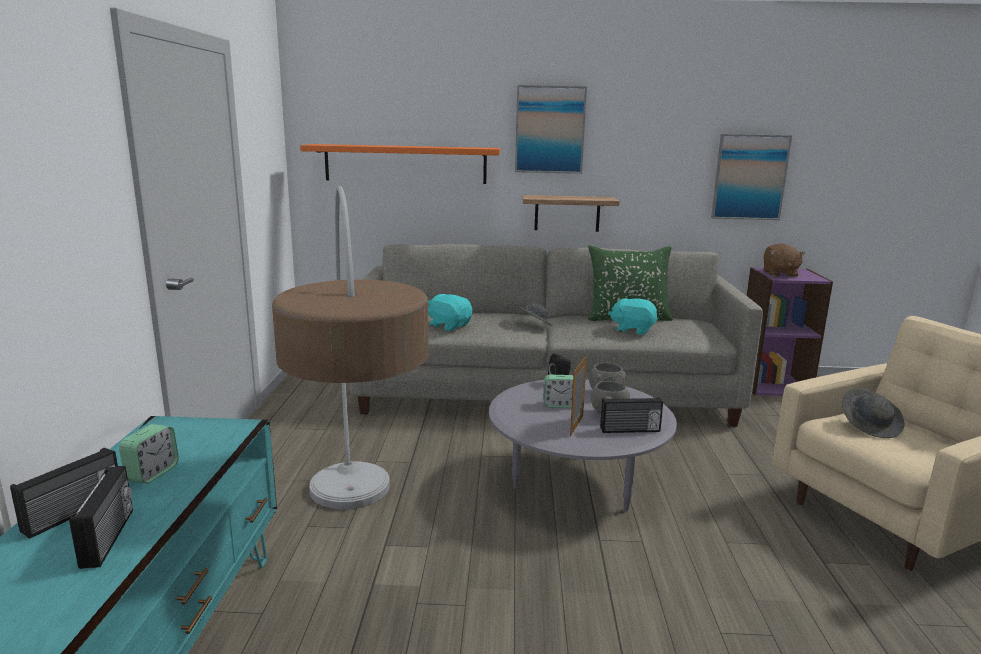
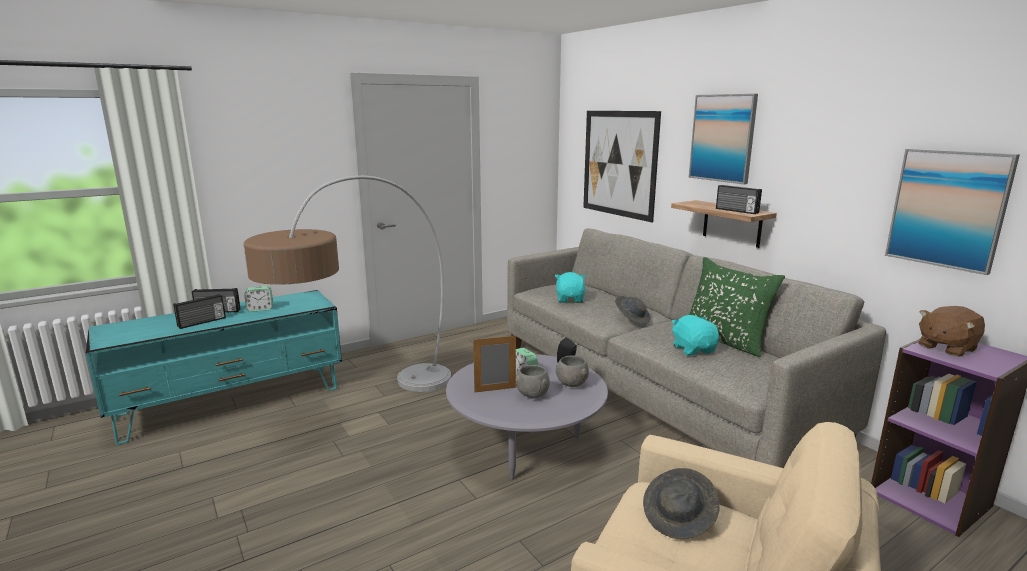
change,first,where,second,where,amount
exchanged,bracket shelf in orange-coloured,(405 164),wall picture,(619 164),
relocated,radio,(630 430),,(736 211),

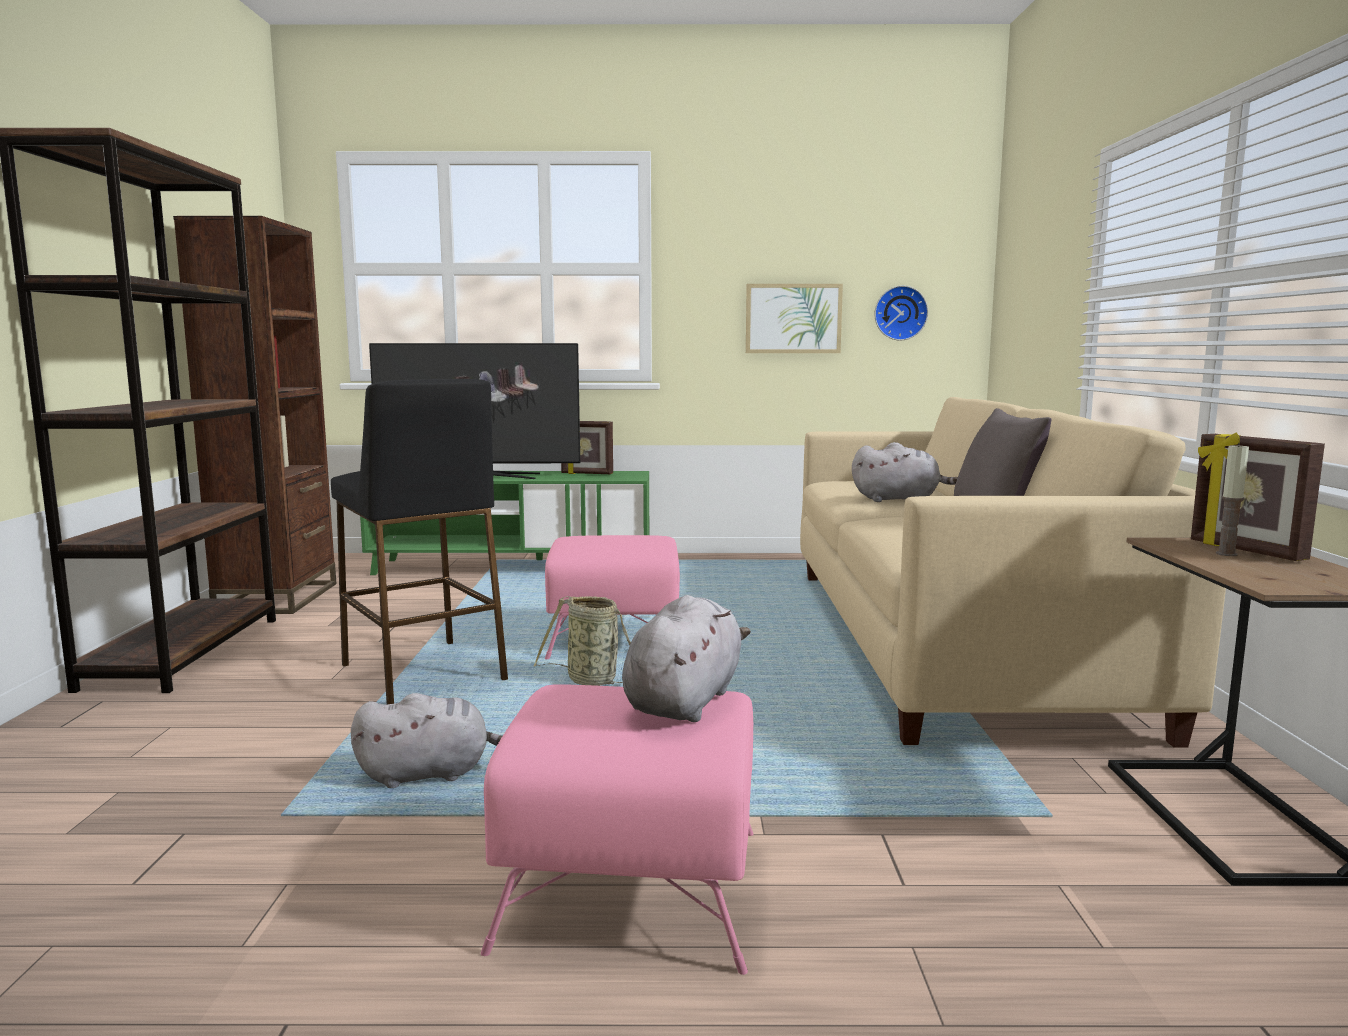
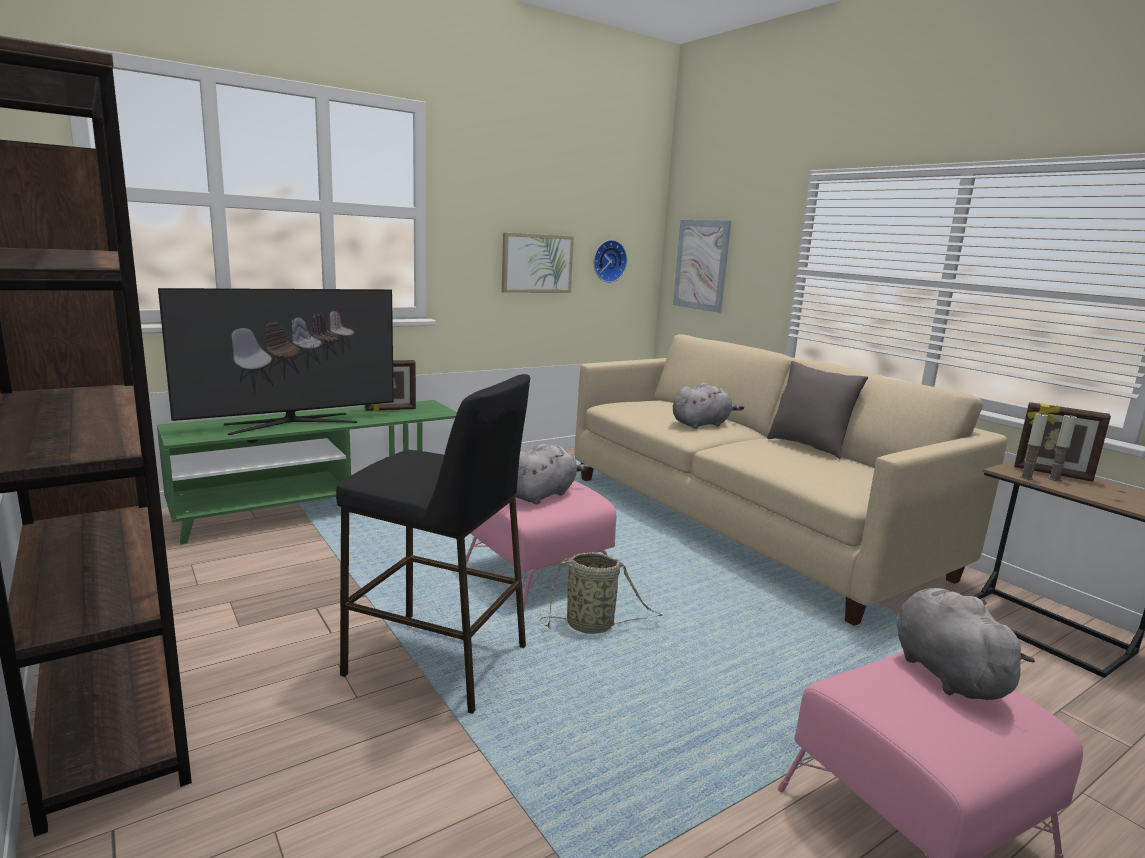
change,first,where,second,where,amount
relocated,plush toy in grey,(430 774),,(542 494),
appeared,,,wall picture,(701 265),
appeared,,,wax light,(1026 477),

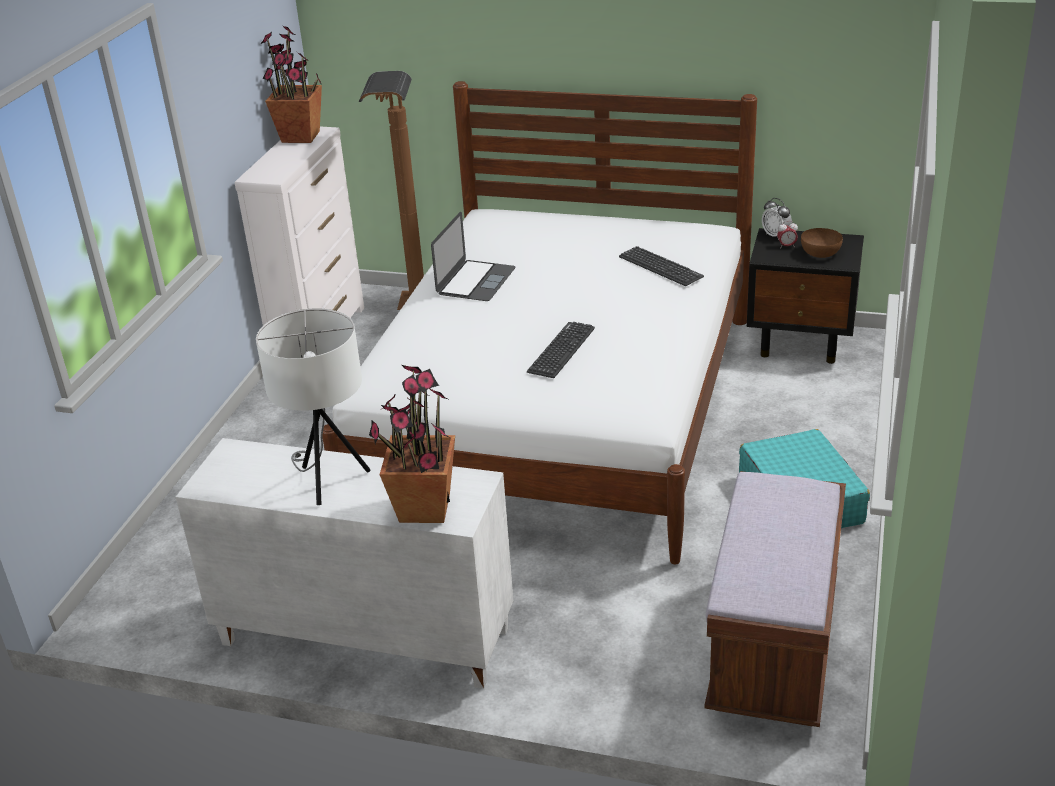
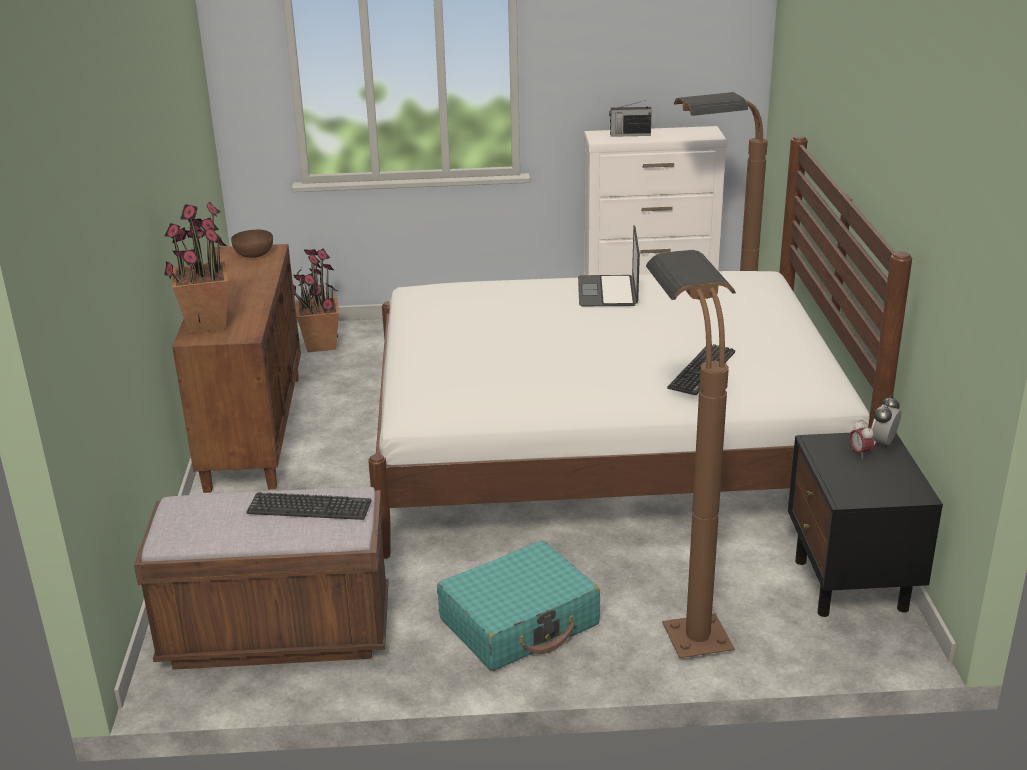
change,first,where,second,where,amount
colour,cupboard in white-coloured,(362 637),cupboard in brown,(253 430),
relocated,deep dish in brown,(820 253),,(253 254),
relocated,computer keyboard,(561 350),,(309 507),
relocated,potted plant,(300 137),,(320 345),
spun,laptop,(475 281),,(608 291),90 degrees clockwise
appeared,,,radio,(629 134),
appeared,,,floor lamp in brown,(683 615),
missing,tabletop lamp in white-coloured,(328 480),,,

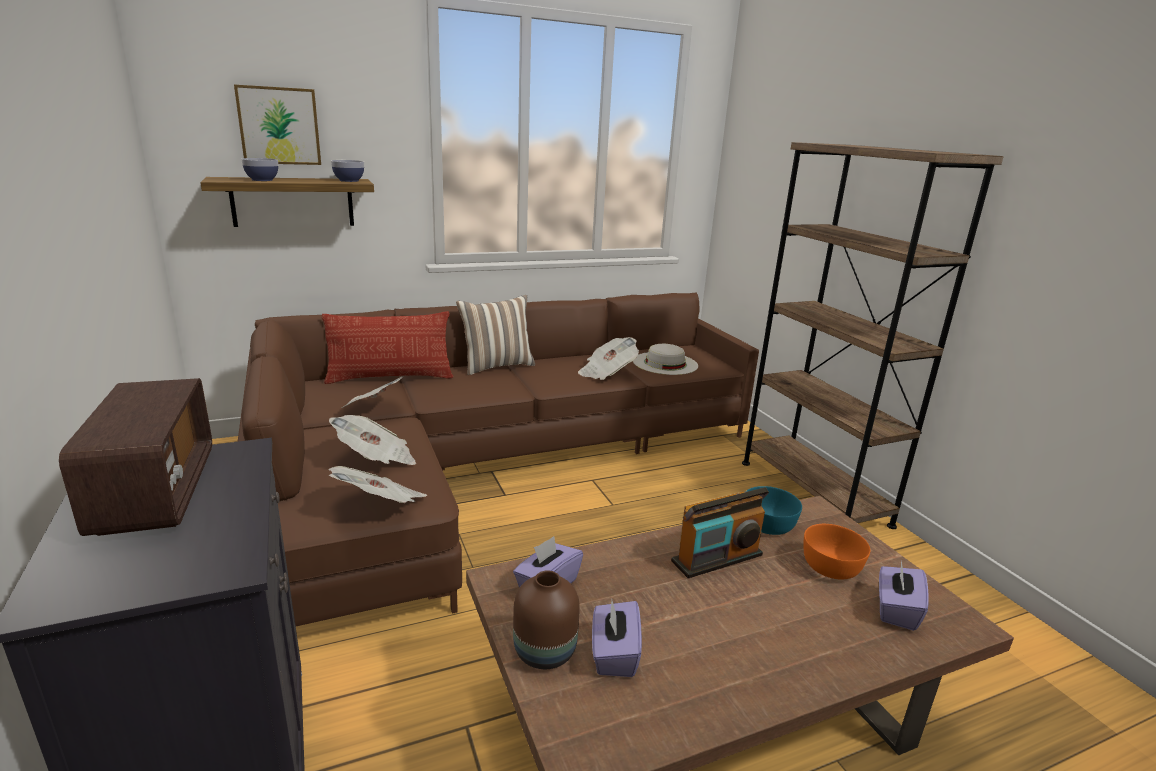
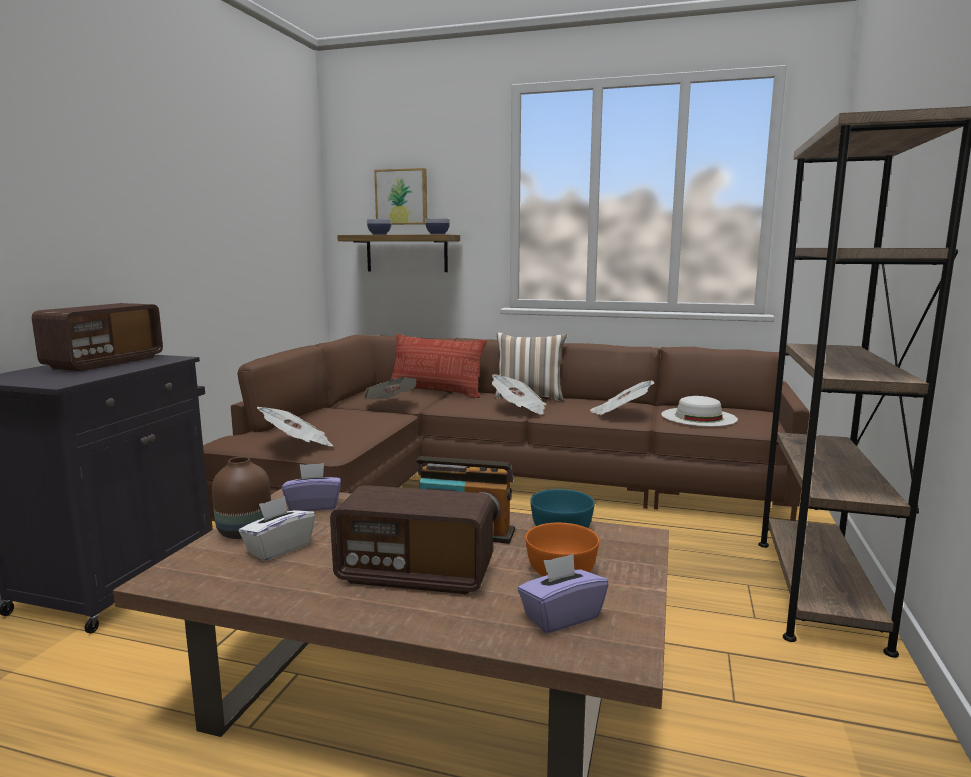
change,first,where,second,where,amount
colour,box of tissues in purple-coloured,(614 654),box of tissues in white-coloured,(278 548),
appeared,,,radio,(415 574),
relocated,newspaper,(376 459),,(519 409),

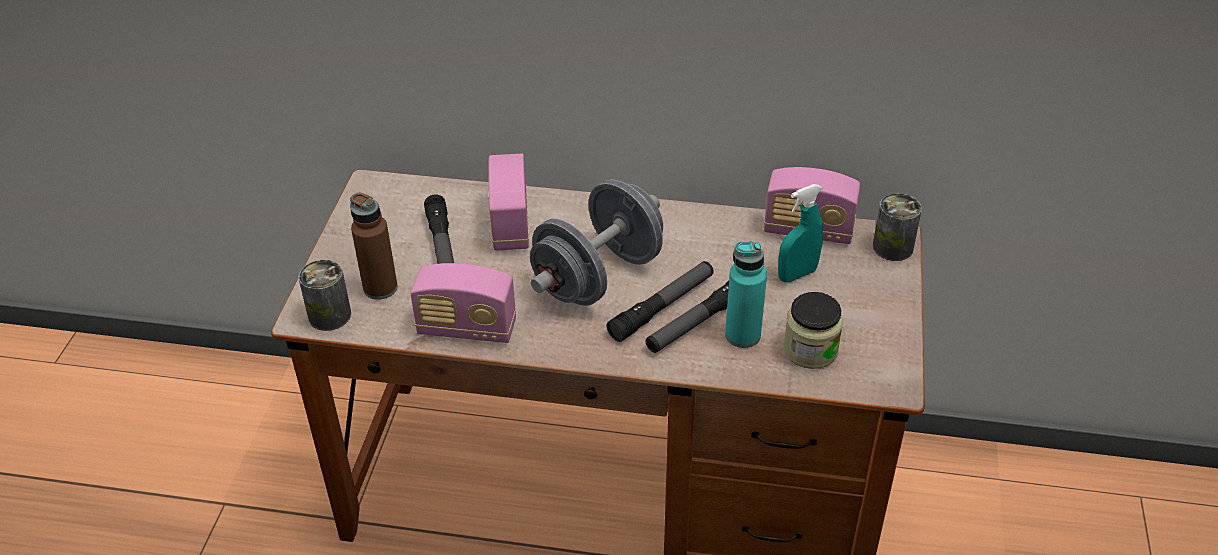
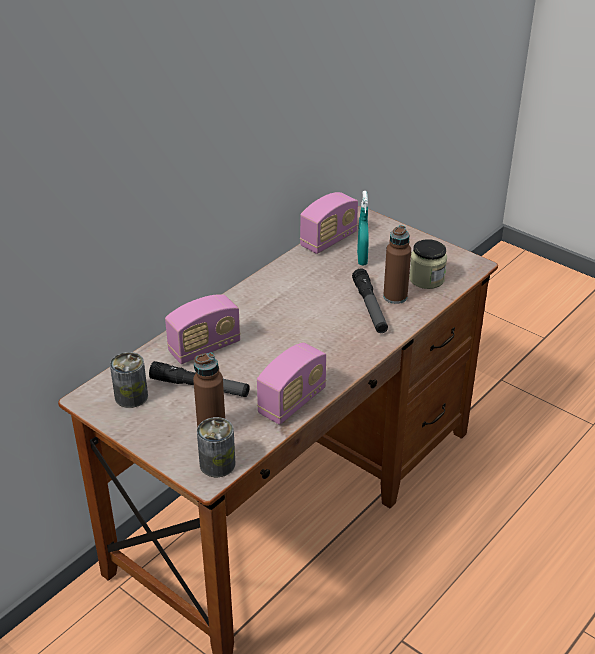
change,first,where,second,where,amount
relocated,can,(892 247),,(131 396),
spun,radio,(510 224),,(204 348),60 degrees counterclockwise
colour,beverage bottle in blue-green,(742 335),beverage bottle in brown,(395 297),
missing,hand weight in grey,(598 276),,,
missing,hand torch,(662 307),,,

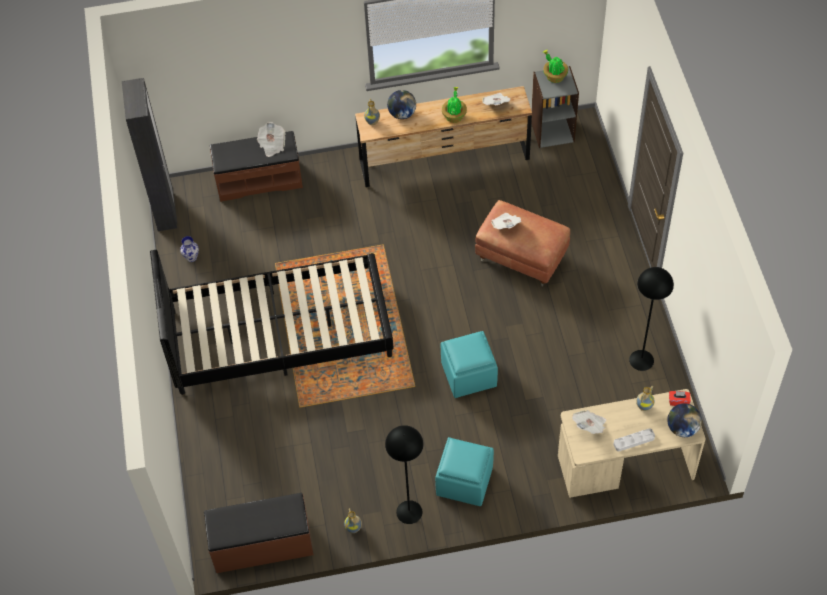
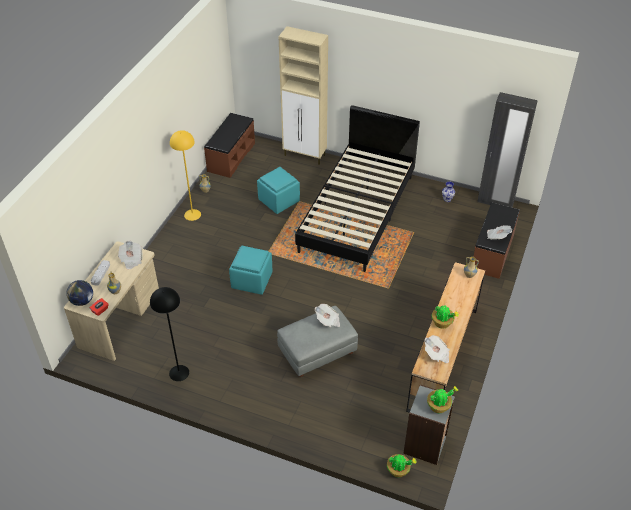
change,first,where,second,where,amount
colour,floor lamp in blackish,(409 512),floor lamp in yellow,(192 214),
relocated,footrest in blue-green,(464 482),,(279 200),
colour,footrest in brown,(522 258),footrest in grey,(317 355),
appeared,,,cupboard in beige,(305 155),
appeared,,,potted plant,(398 470),
missing,world globe,(402 114),,,

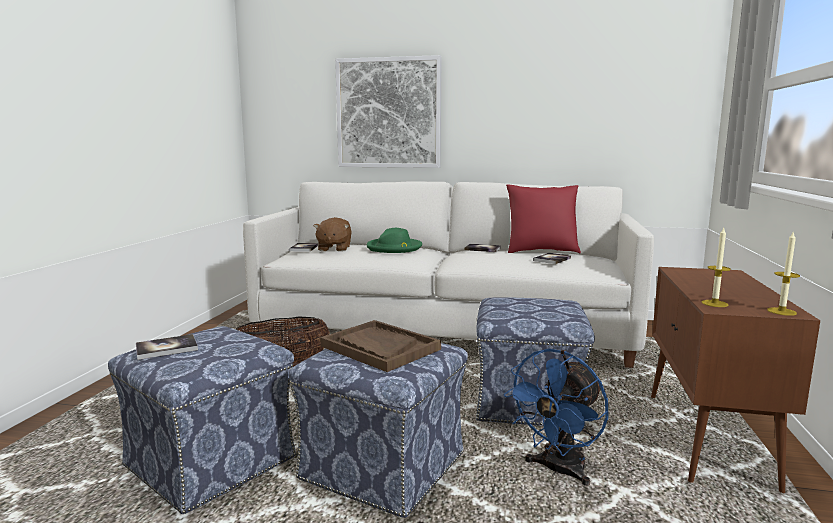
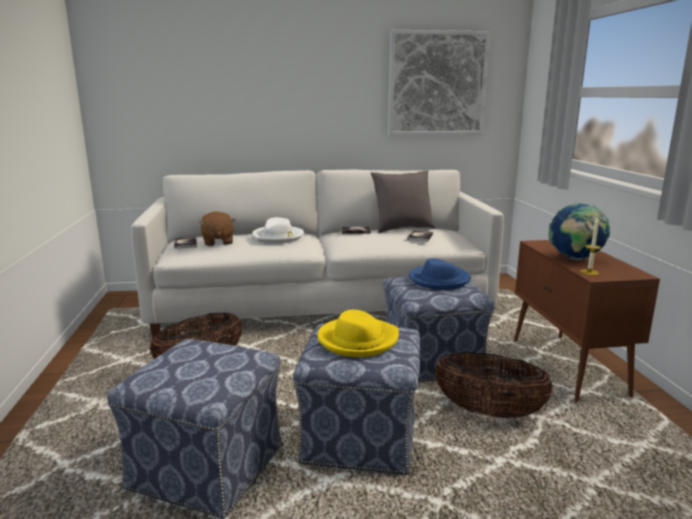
change,first,where,second,where,amount
colour,wearable hat in green,(394 248),wearable hat in white-coloured,(278 237),
exchanged,tray in brown,(379 348),wearable hat in yellow,(357 340),
colour,pillow in reddish,(541 251),pillow in grey,(402 229),
relocated,wall picture,(388 113),,(437 84),
appeared,,,wearable hat in blue,(439 280),
exchanged,fan in blue,(558 471),basket,(489 412),
appeared,,,world globe,(575 259),
missing,volume,(166 348),,,
missing,wax light,(781 311),,,

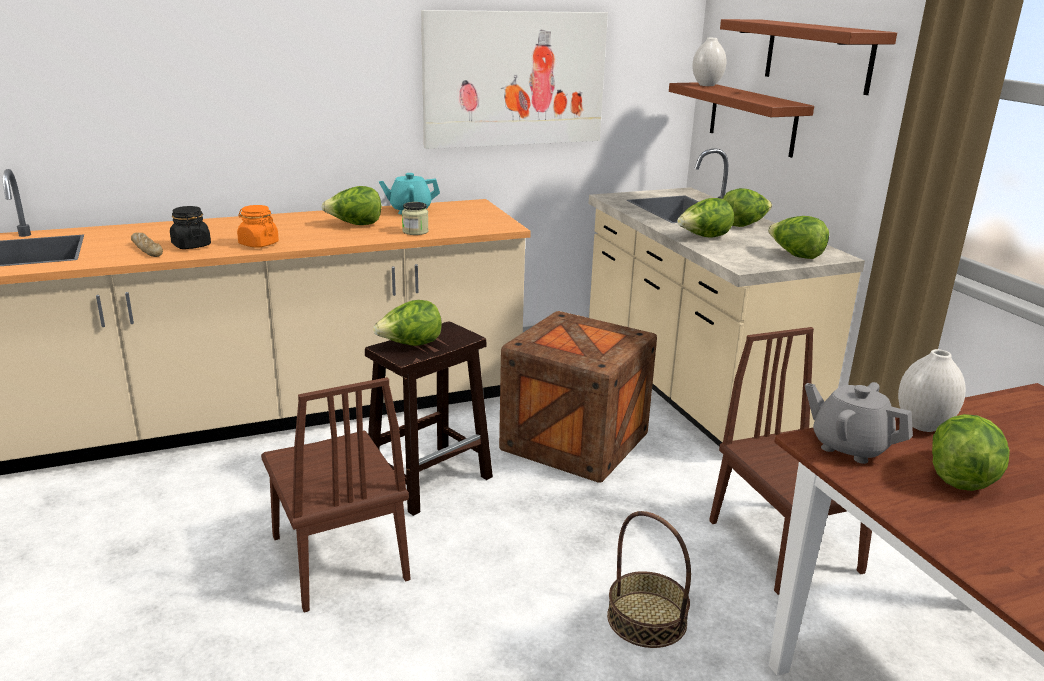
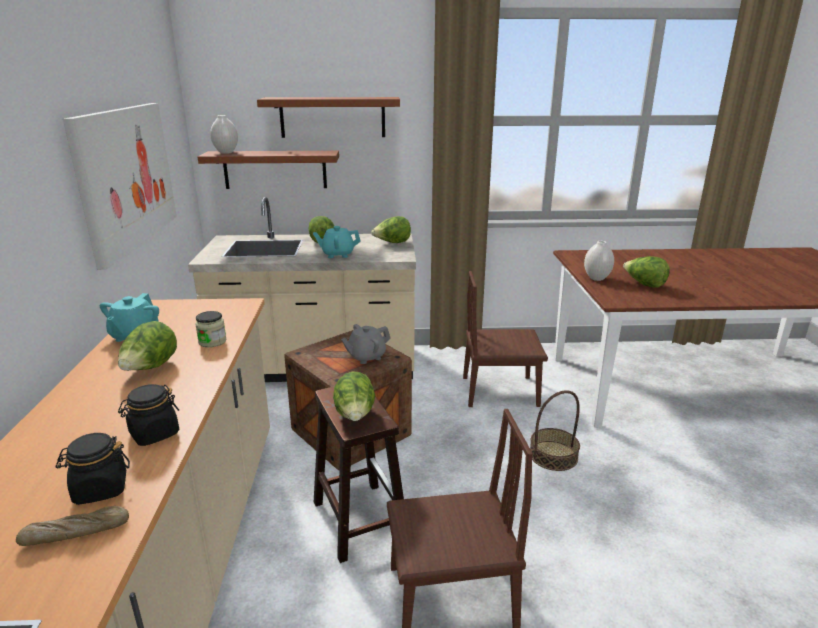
change,first,where,second,where,amount
colour,storage jar in orange-coloured,(258 244),storage jar in blackish,(154 434),
exchanged,head of lettuce,(704 237),pot for tea in blue-green,(337 254),
relocated,pot for tea in grey,(849 447),,(366 357),

